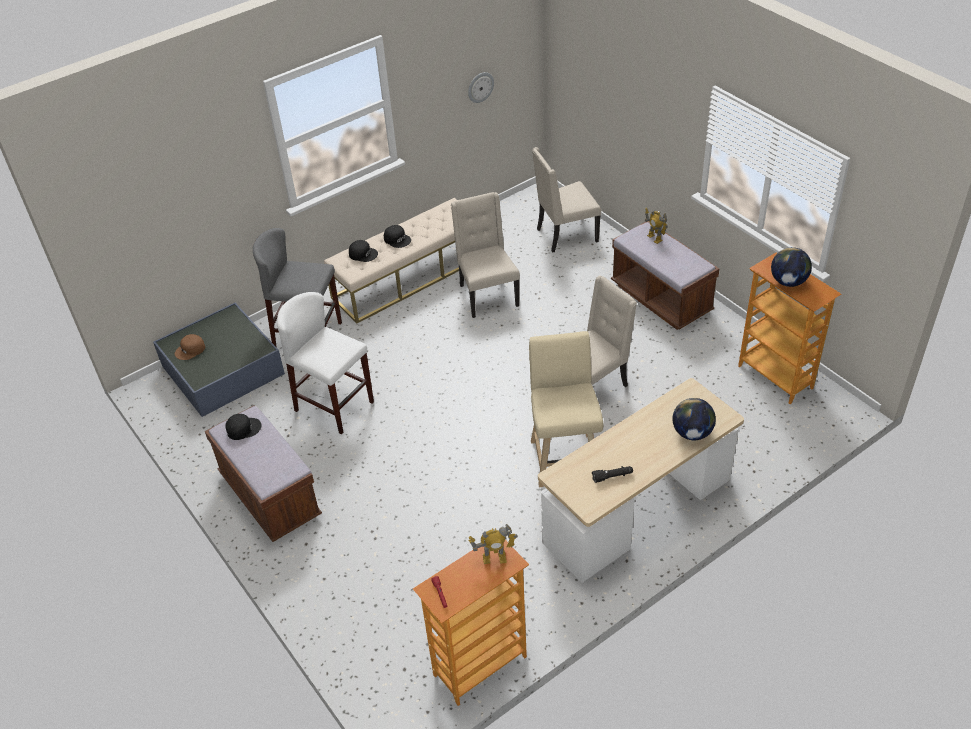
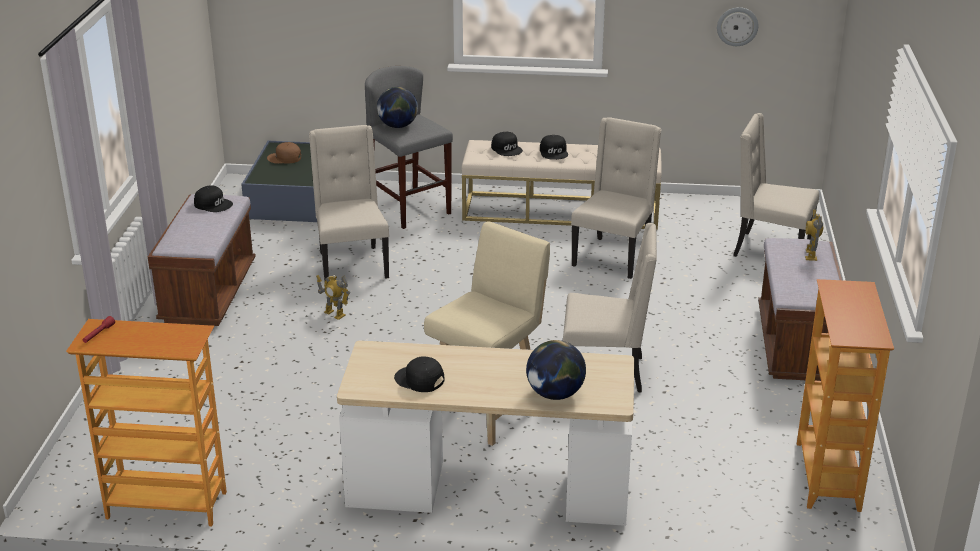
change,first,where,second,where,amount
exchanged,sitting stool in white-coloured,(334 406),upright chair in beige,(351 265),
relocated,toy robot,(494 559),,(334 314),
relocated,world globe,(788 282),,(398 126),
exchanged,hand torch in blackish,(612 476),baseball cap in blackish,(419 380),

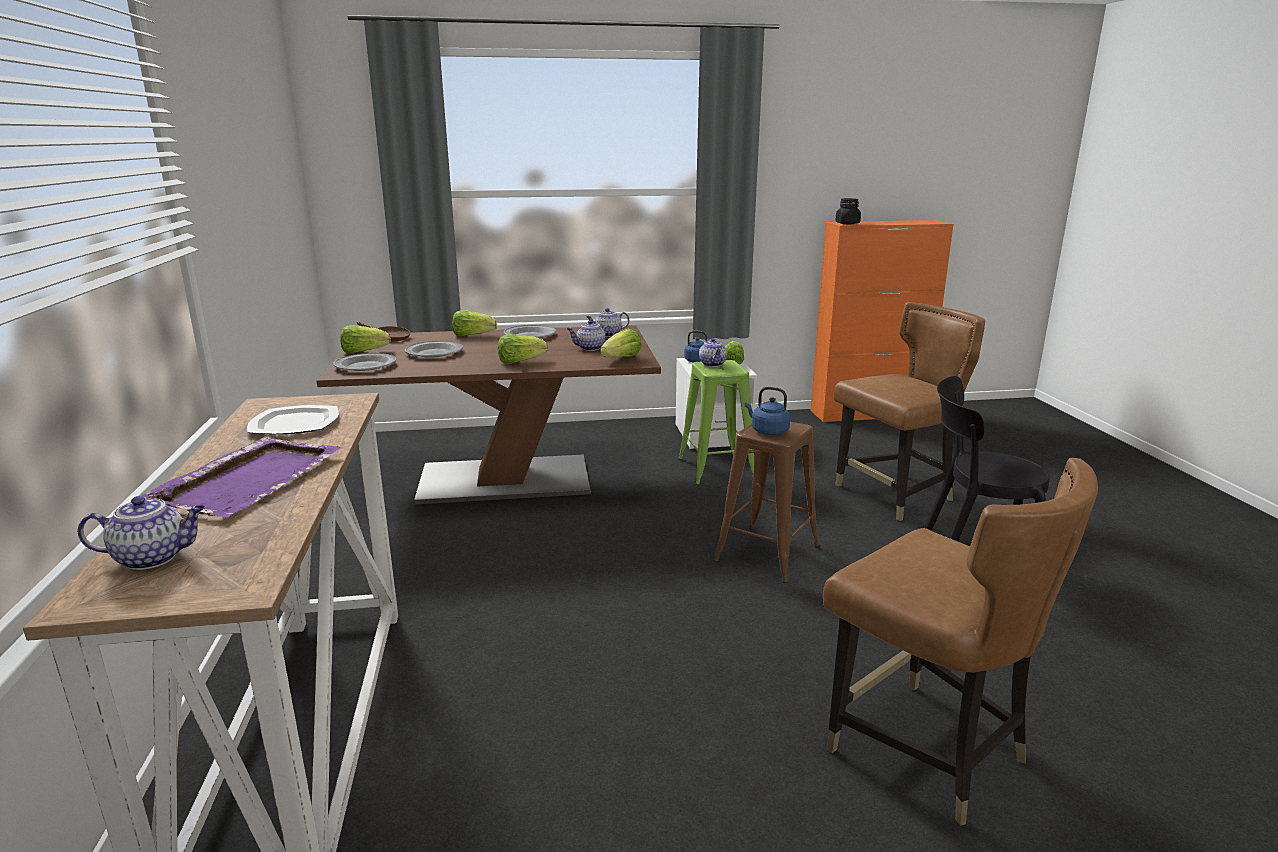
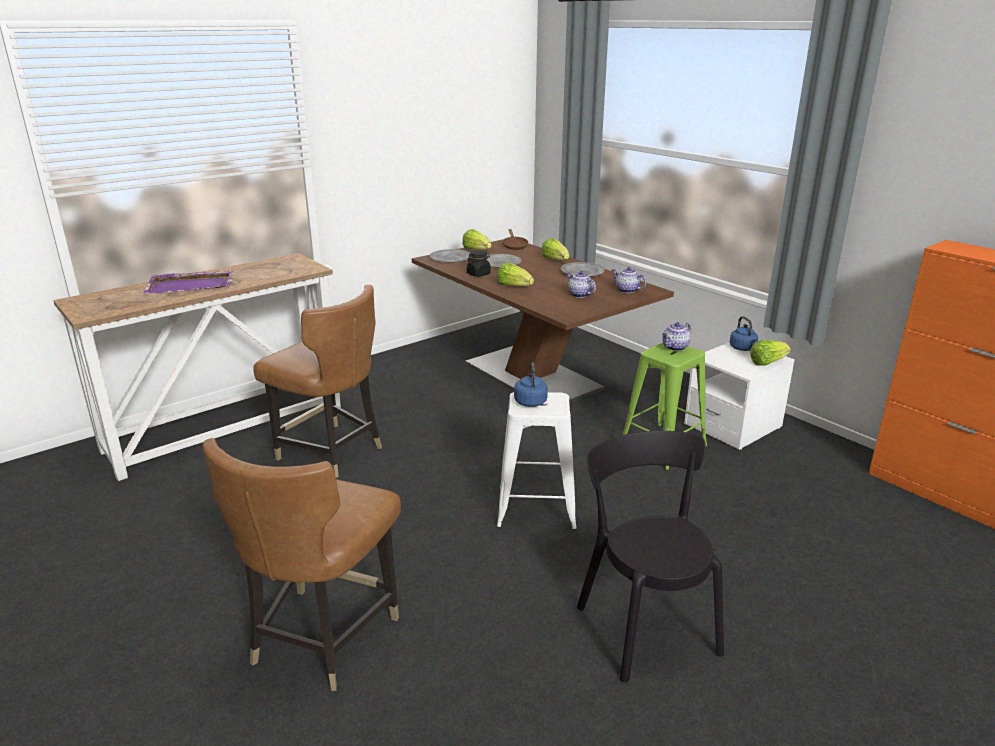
change,first,where,second,where,amount
relocated,upright chair in brown,(895 495),,(331 451),
relocated,storage jar in blackish,(847 223),,(478 274),
colour,sitting stool in brown,(766 554),sitting stool in white-coloured,(535 508),
missing,pot for tea,(153 557),,,
missing,plate,(294 423),,,
missing,head of lettuce,(621 359),,,

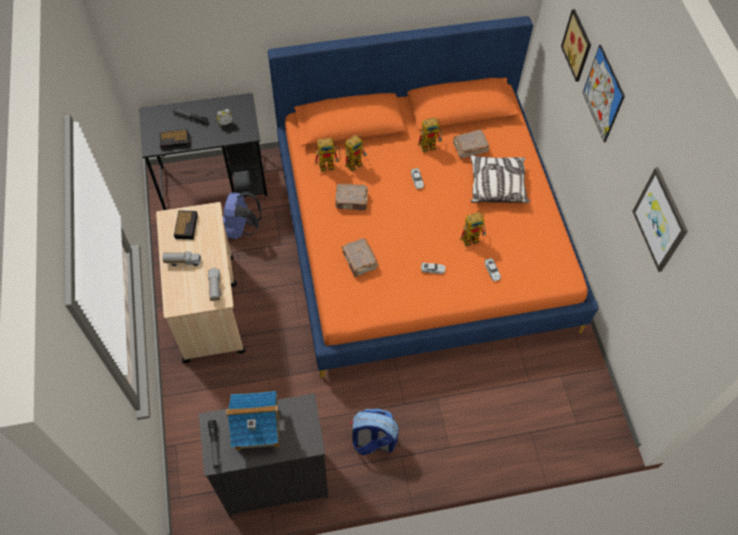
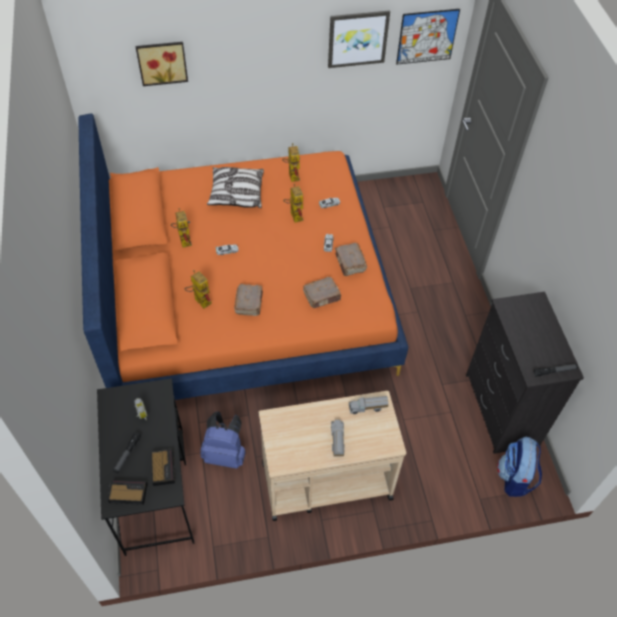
change,first,where,second,where,amount
relocated,table clock,(186 225),,(127 493),
relocated,toy robot,(330 165),,(292 174),
relocated,volume in brown,(469 148),,(350 263),
relocated,wall picture,(603 94),,(427 36),
relocated,rucksack,(373 441),,(515 477),
missing,model house,(257 427),,,

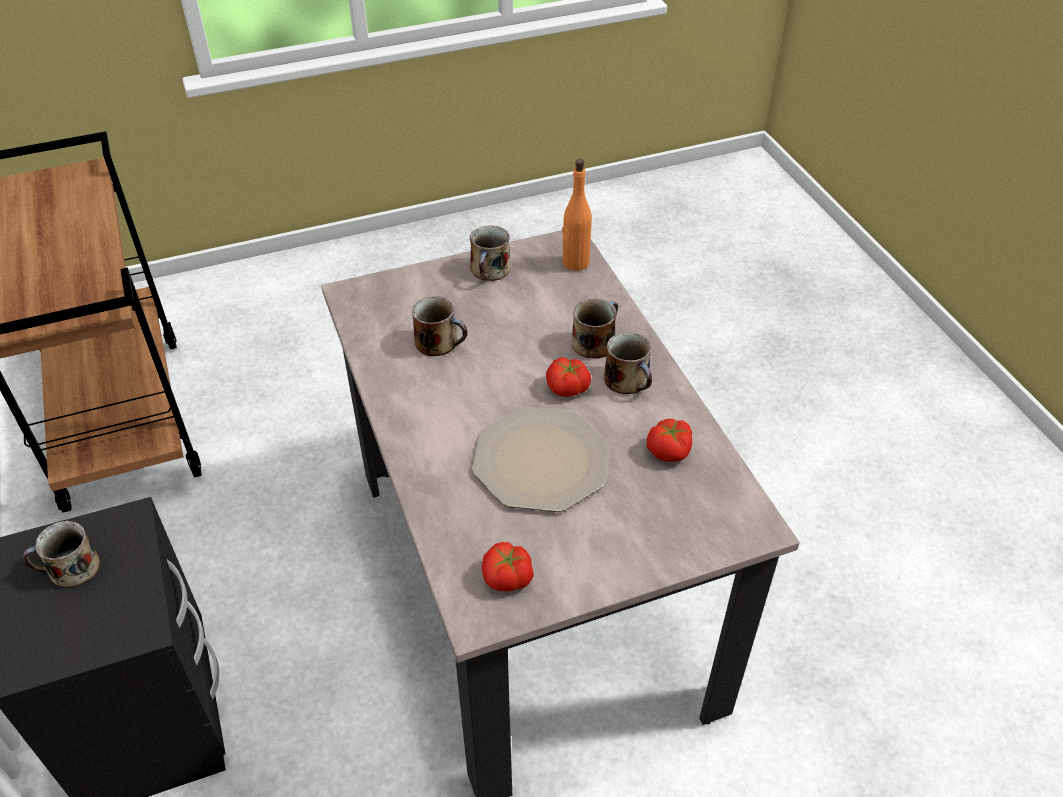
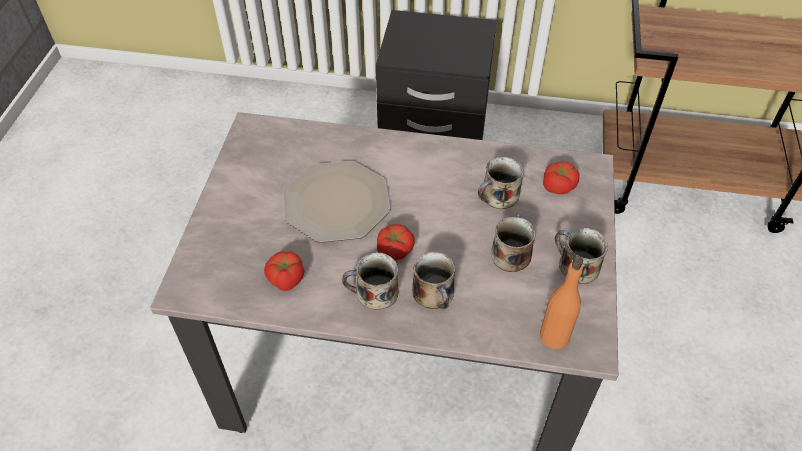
change,first,where,second,where,amount
relocated,coffee mug,(71 569),,(510 253),
relocated,fresh tomato,(507 578),,(557 185),

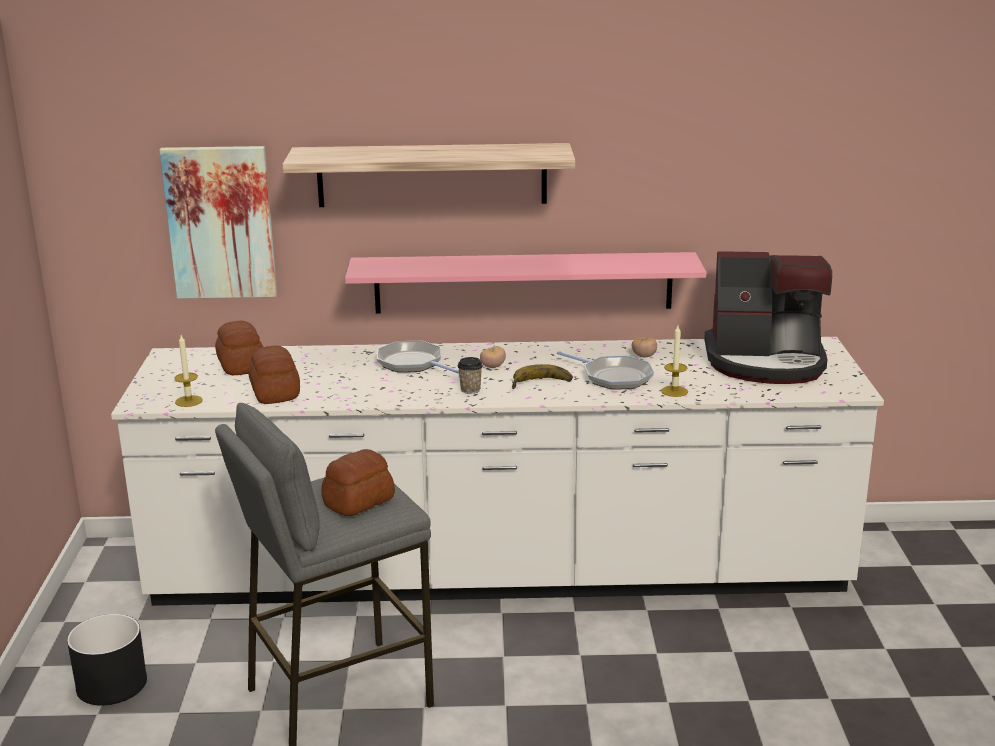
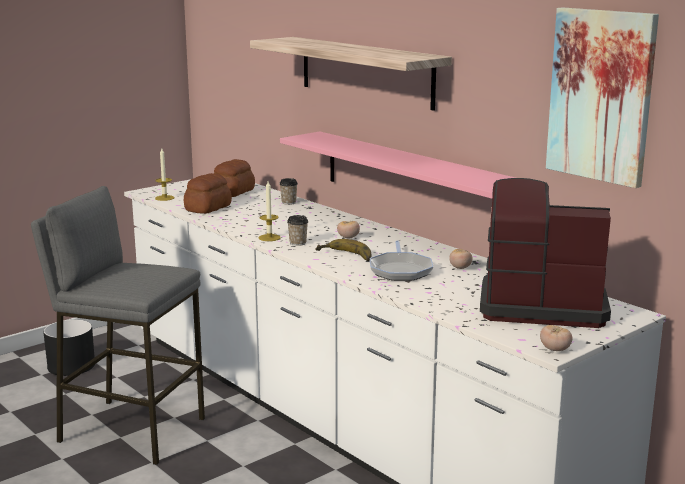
change,first,where,second,where,amount
relocated,wax light,(674 391),,(269 237),
appeared,,,small cup,(288 202),
spun,coffee machine,(766 362),,(540 305),135 degrees clockwise
appeared,,,fresh tomato,(555 350),
relocated,wall picture,(220 222),,(601 95),
missing,baked bread,(357 502),,,
missing,skillet,(413 363),,,

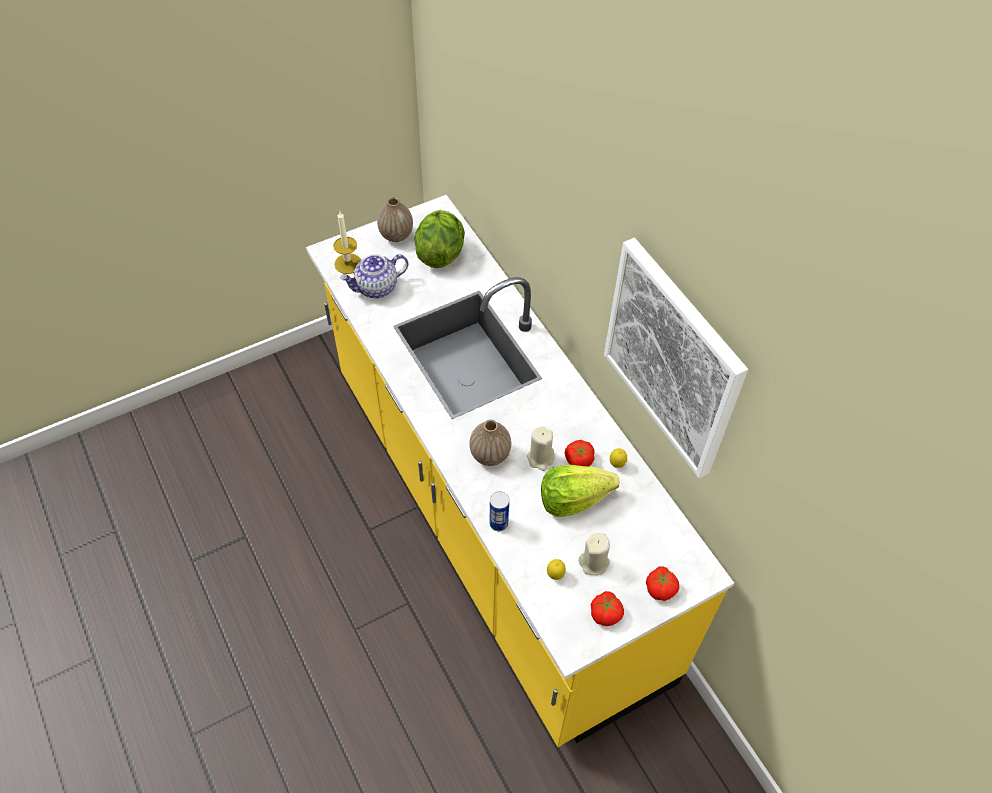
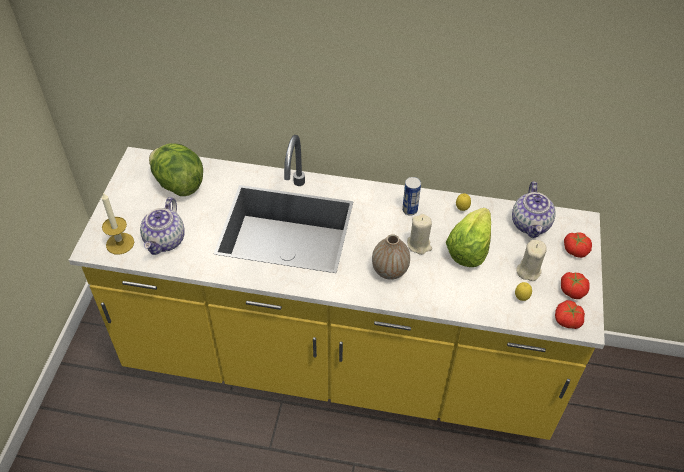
change,first,where,second,where,amount
relocated,can,(498 523),,(409 210),
appeared,,,pot for tea,(531 224),
relocated,fresh tomato,(578 460),,(567 321),
missing,vase,(396 235),,,
missing,wall picture,(673 358),,,

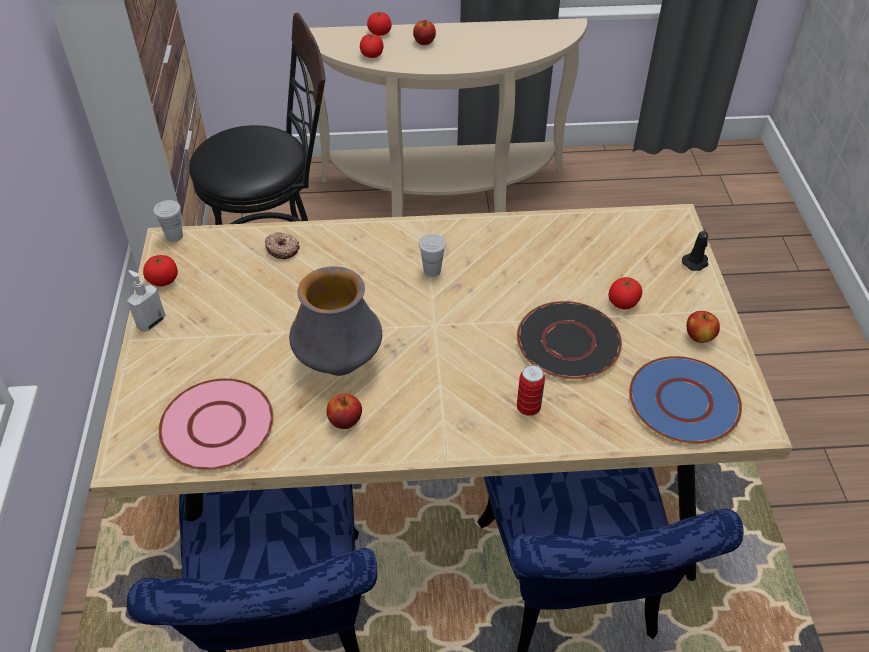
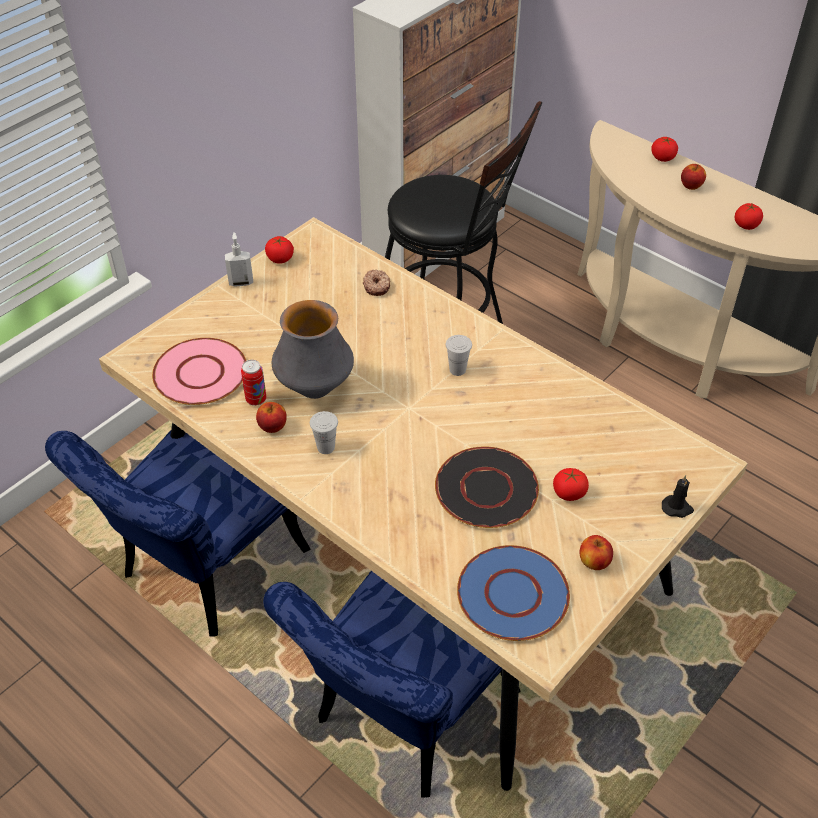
change,first,where,second,where,amount
relocated,can,(528 408),,(256 399),
relocated,small cup in white-coloured,(174 236),,(326 447),
relocated,fresh tomato,(372 55),,(746 225),

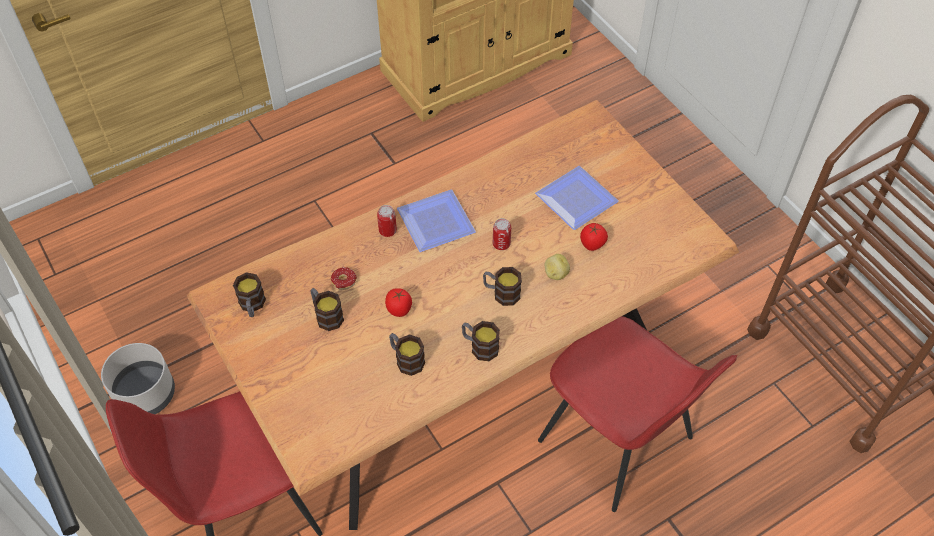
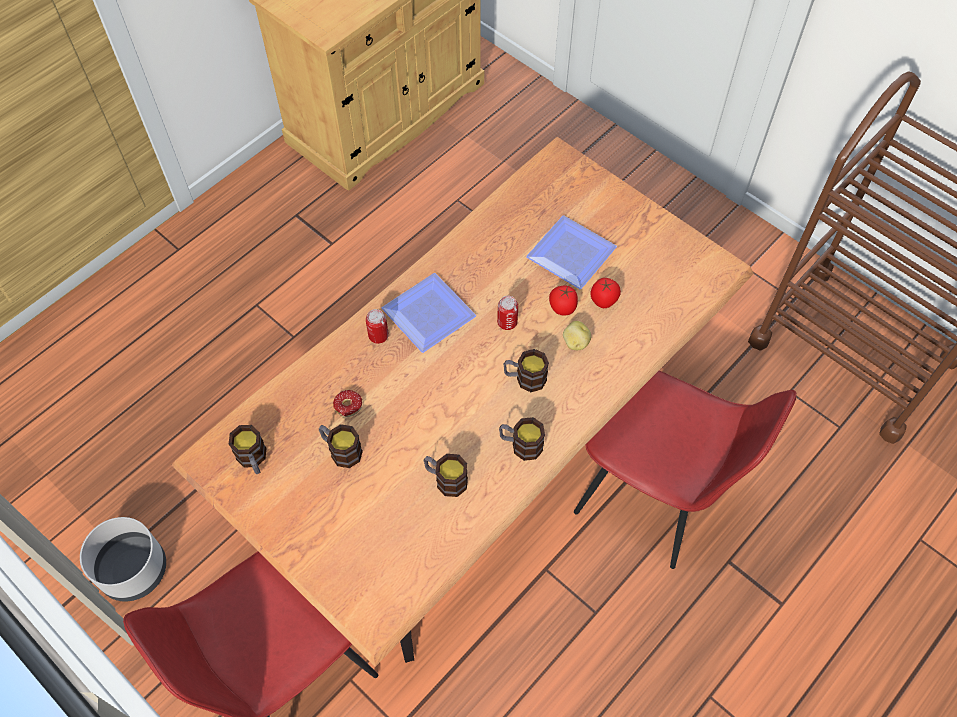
change,first,where,second,where,amount
relocated,fresh tomato,(399 309),,(562 308),

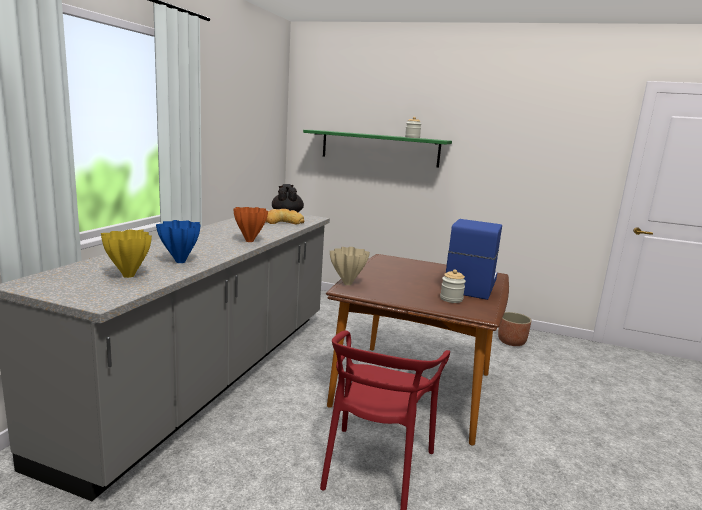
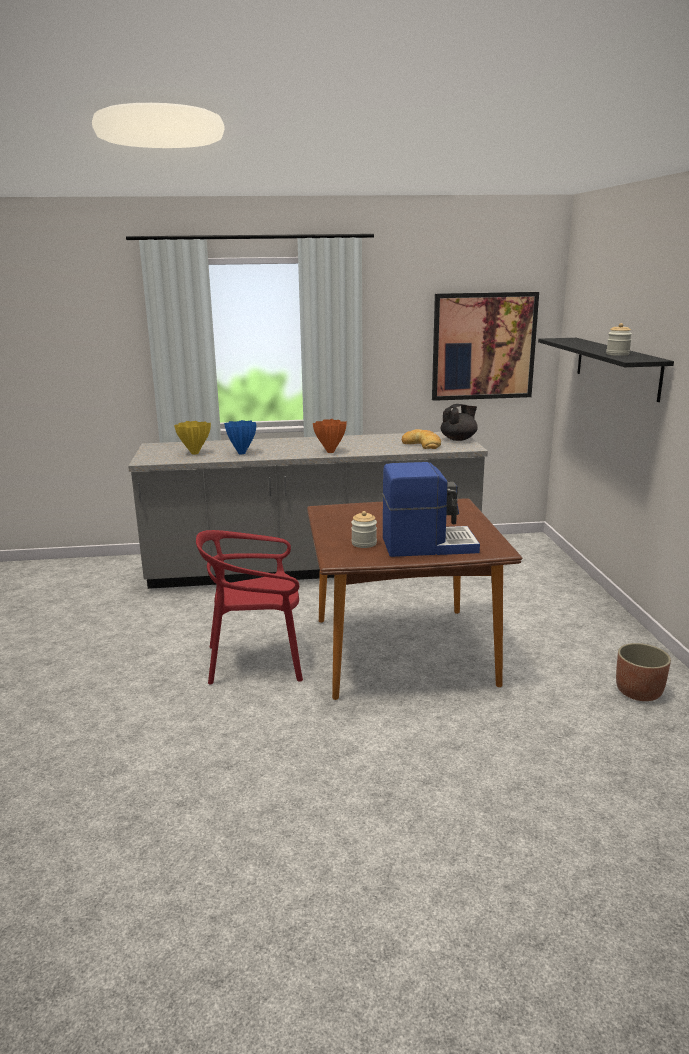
change,first,where,second,where,amount
appeared,,,wall picture,(483 346),
colour,bracket shelf in green,(379 148),bracket shelf in blackish,(616 367),
missing,vase in beige,(348 284),,,

